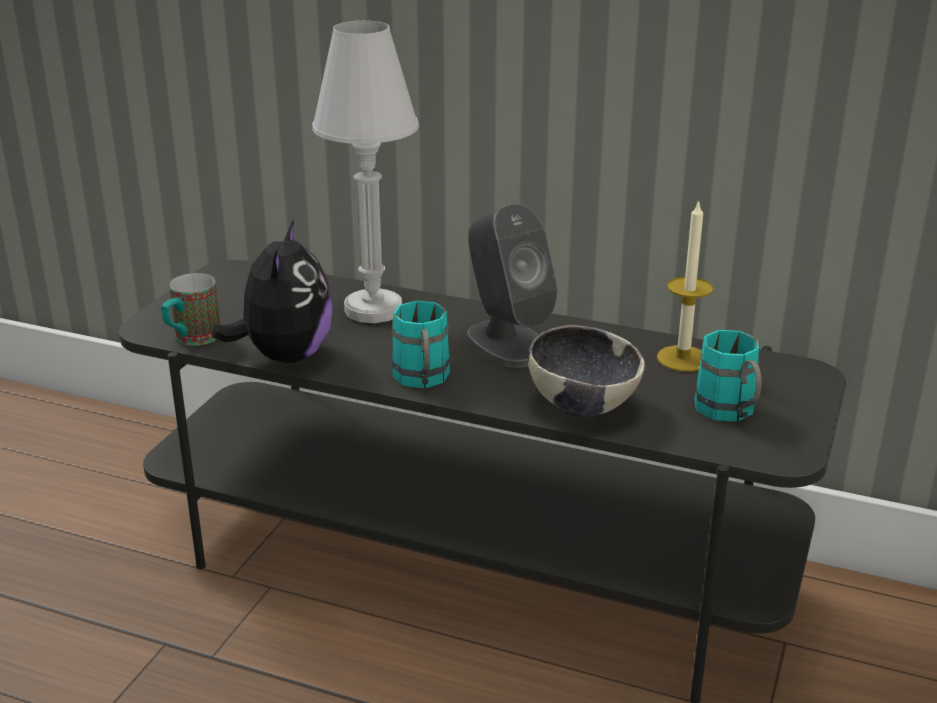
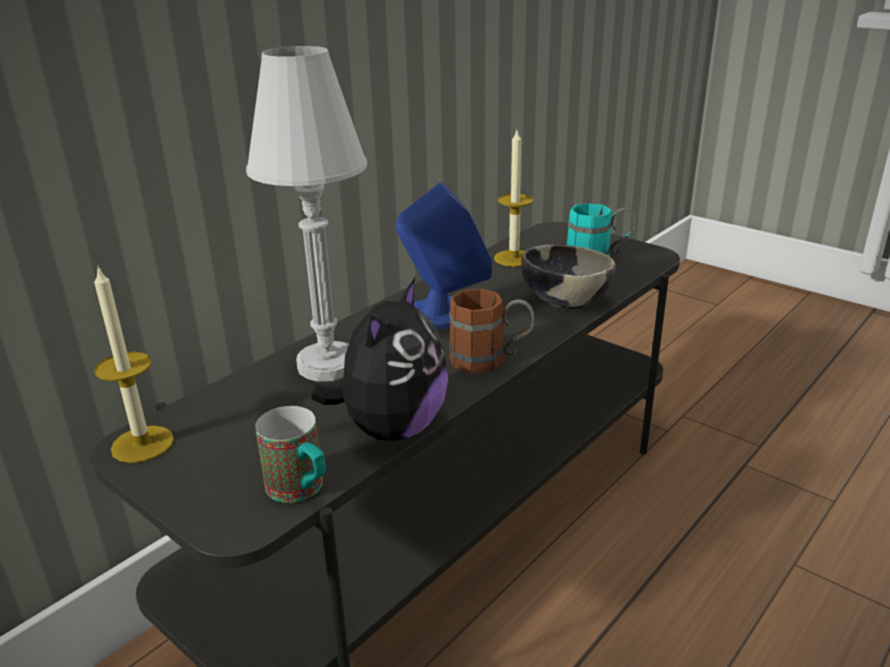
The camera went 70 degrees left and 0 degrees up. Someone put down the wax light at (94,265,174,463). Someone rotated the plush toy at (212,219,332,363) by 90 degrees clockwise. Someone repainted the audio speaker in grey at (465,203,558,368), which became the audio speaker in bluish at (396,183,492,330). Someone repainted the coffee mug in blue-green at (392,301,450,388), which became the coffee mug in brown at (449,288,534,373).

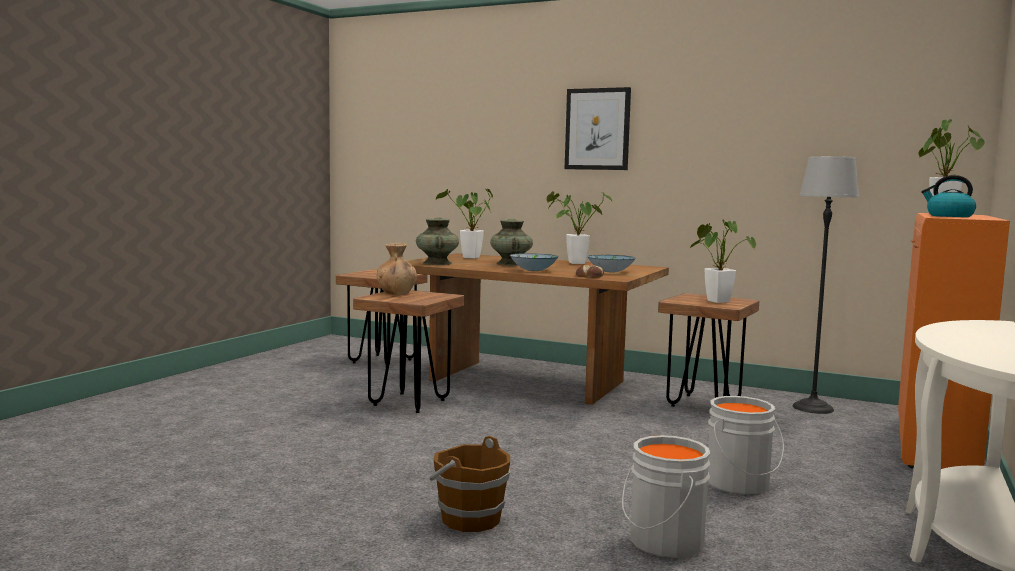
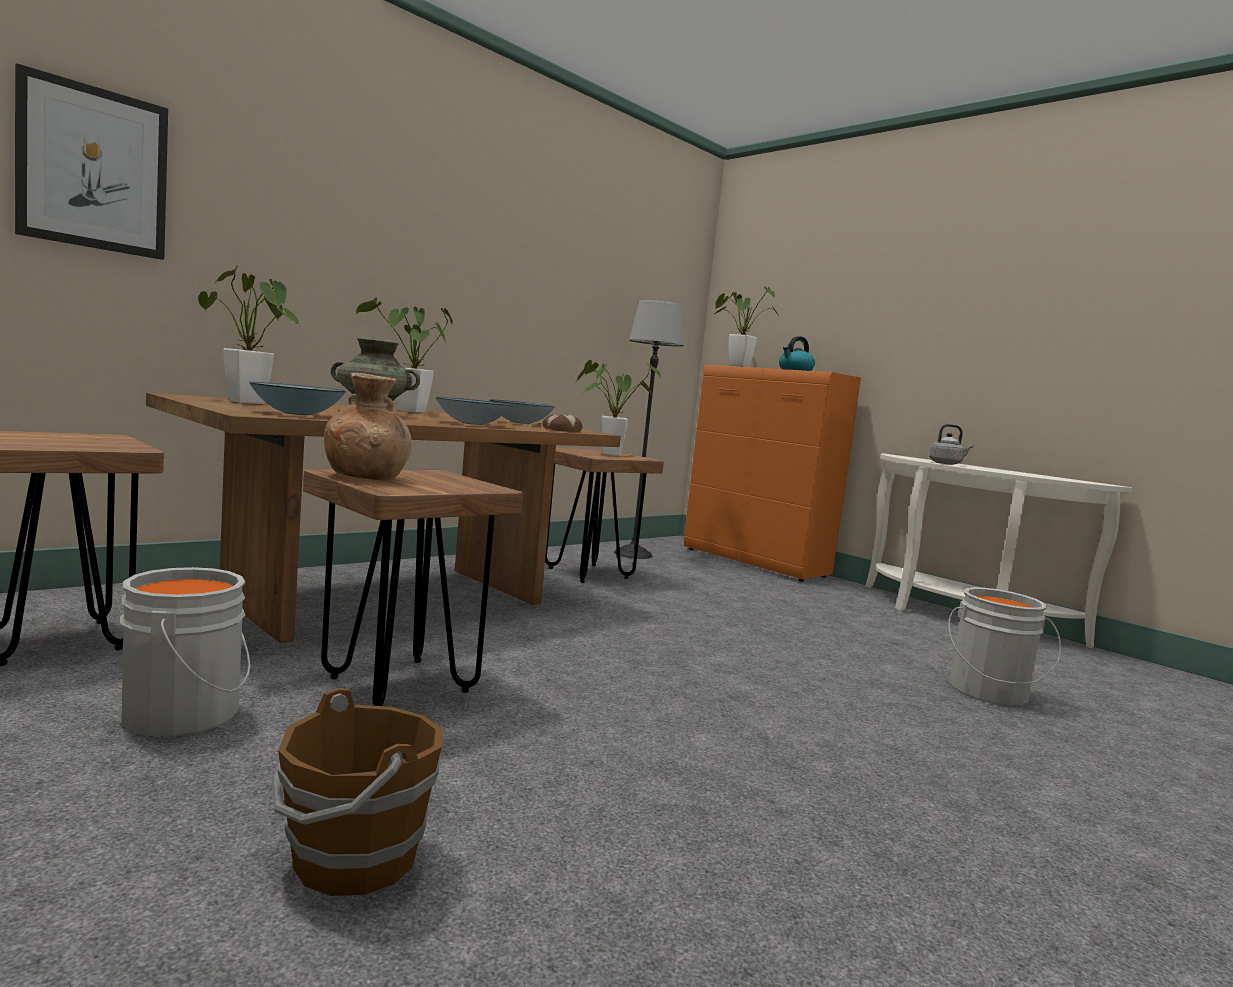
The camera went 70 degrees left and 0 degrees up. Someone carried the wall picture from (565,87,631,170) to (15,63,168,260). Someone carried the bucket in grey from (708,396,784,494) to (120,567,251,736). Someone swapped the flower vase in blue-green at (416,217,459,265) for the deep dish at (249,382,346,415). Someone carried the bucket in brown from (429,436,510,532) to (272,688,443,896). Someone put down the water kettle in grey at (929,424,974,465).

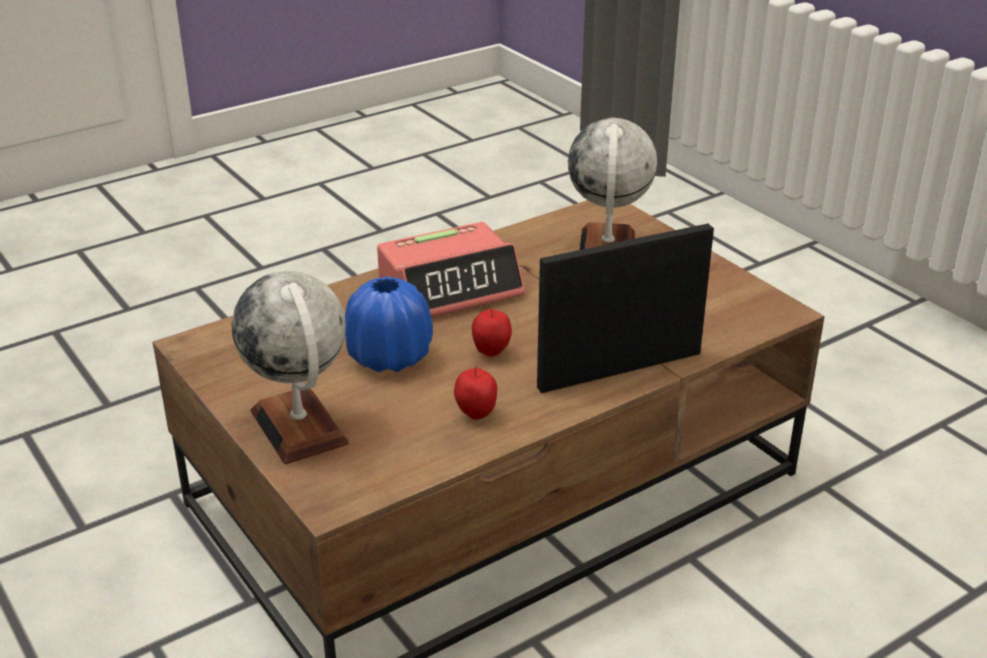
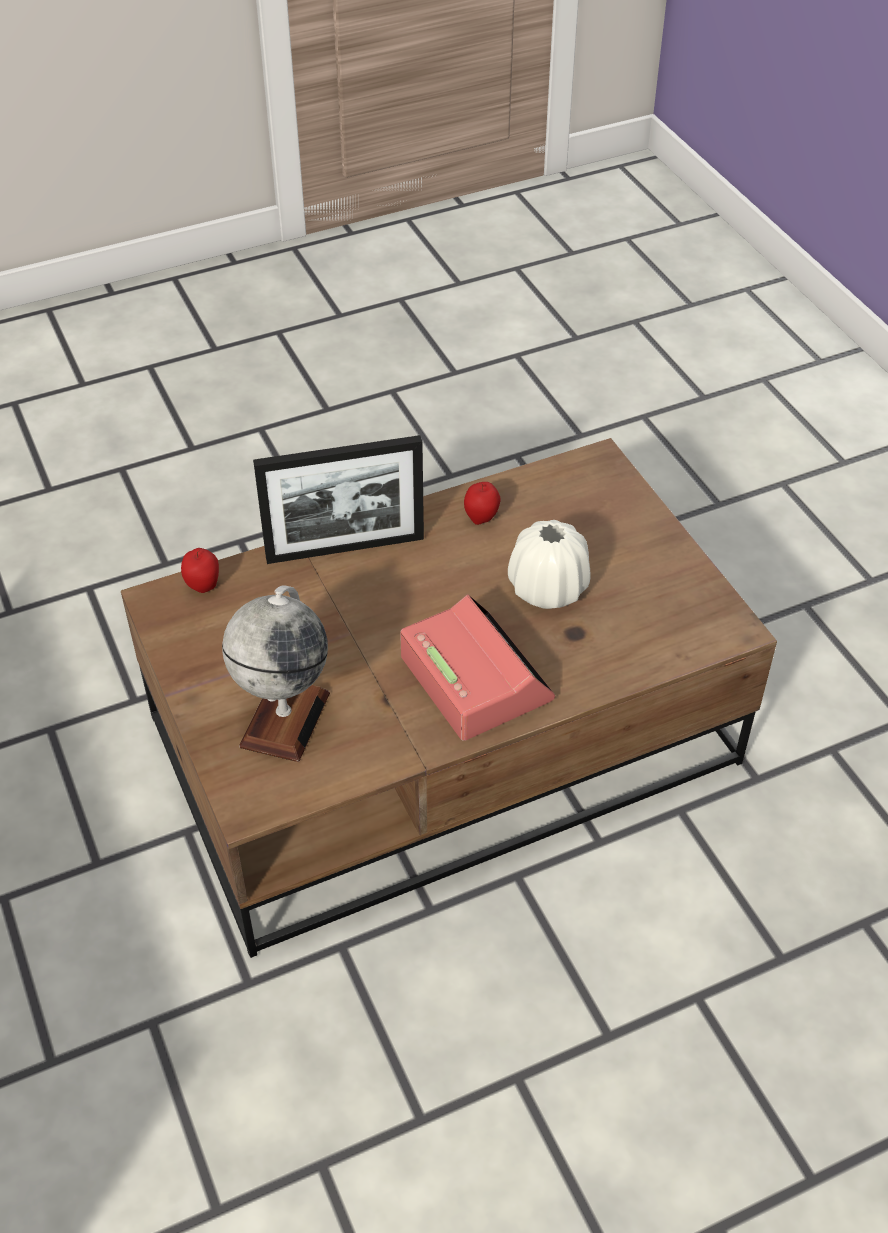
The camera went 170 degrees left and 15 degrees up. Someone carried the whole apple from (472,306,512,357) to (181,548,219,593). Someone rotated the alarm clock at (377,222,525,317) by 75 degrees clockwise. Someone repainted the flower vase in bluish at (345,277,433,372), which became the flower vase in white-coloured at (508,520,591,609). Someone took away the world globe at (232,271,349,464).

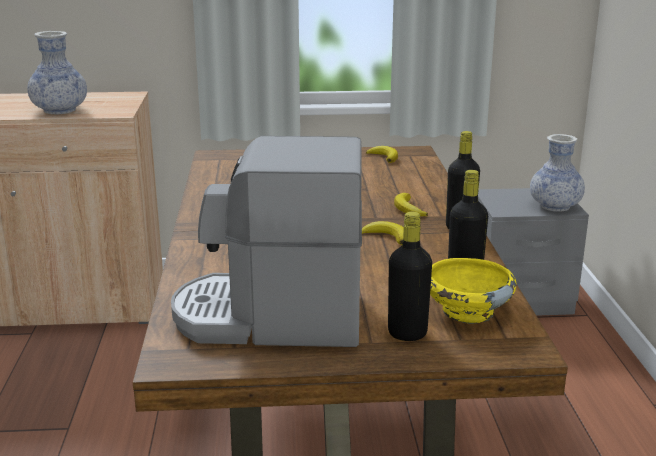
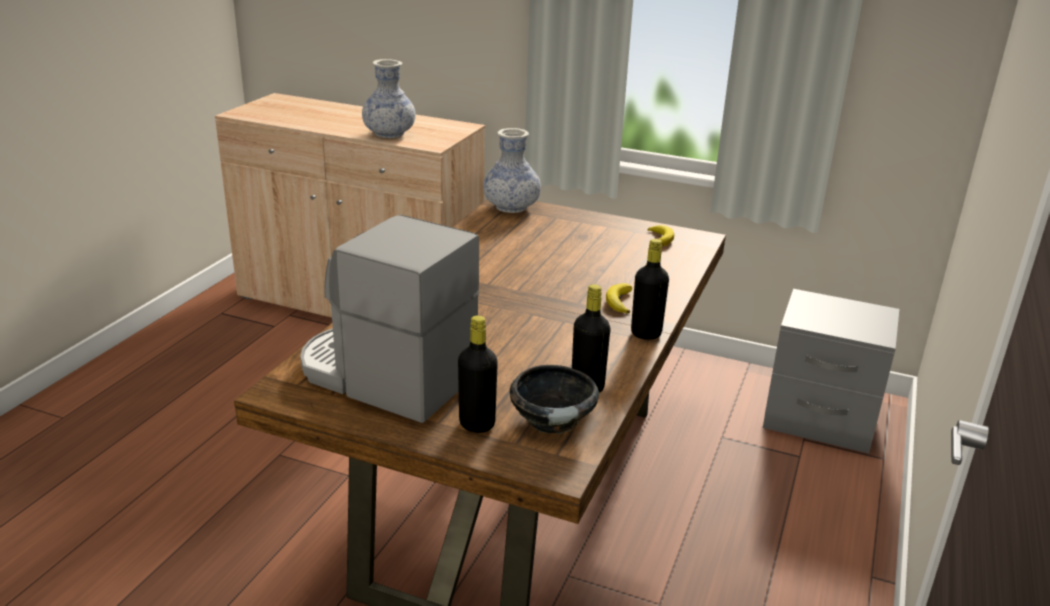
The camera went 25 degrees right and 5 degrees up. Someone carried the flower vase from (530,134,585,212) to (483,128,541,213). Someone repainted the deep dish in yellowish at (430,258,517,324), which became the deep dish in blackish at (510,365,599,434). Someone took away the banana fruit at (362,221,404,245).

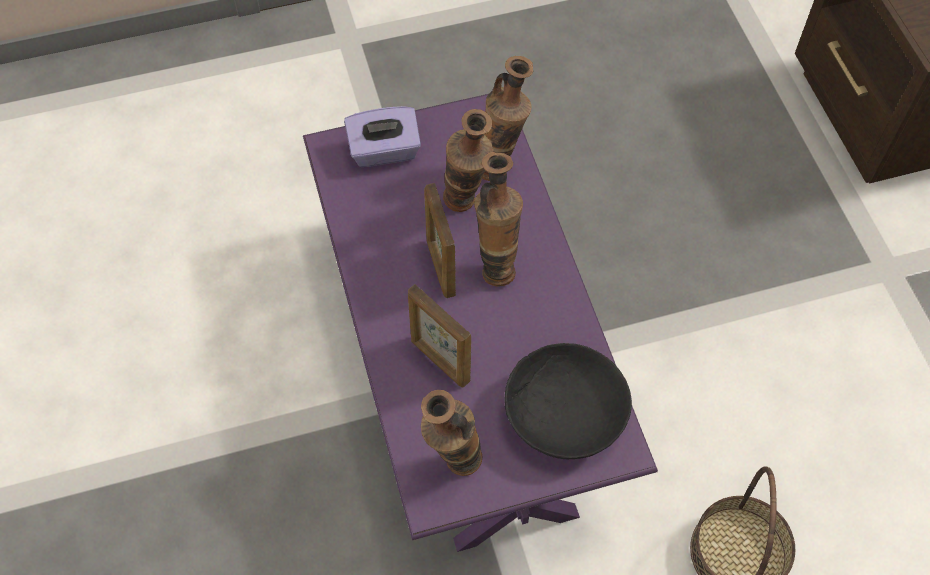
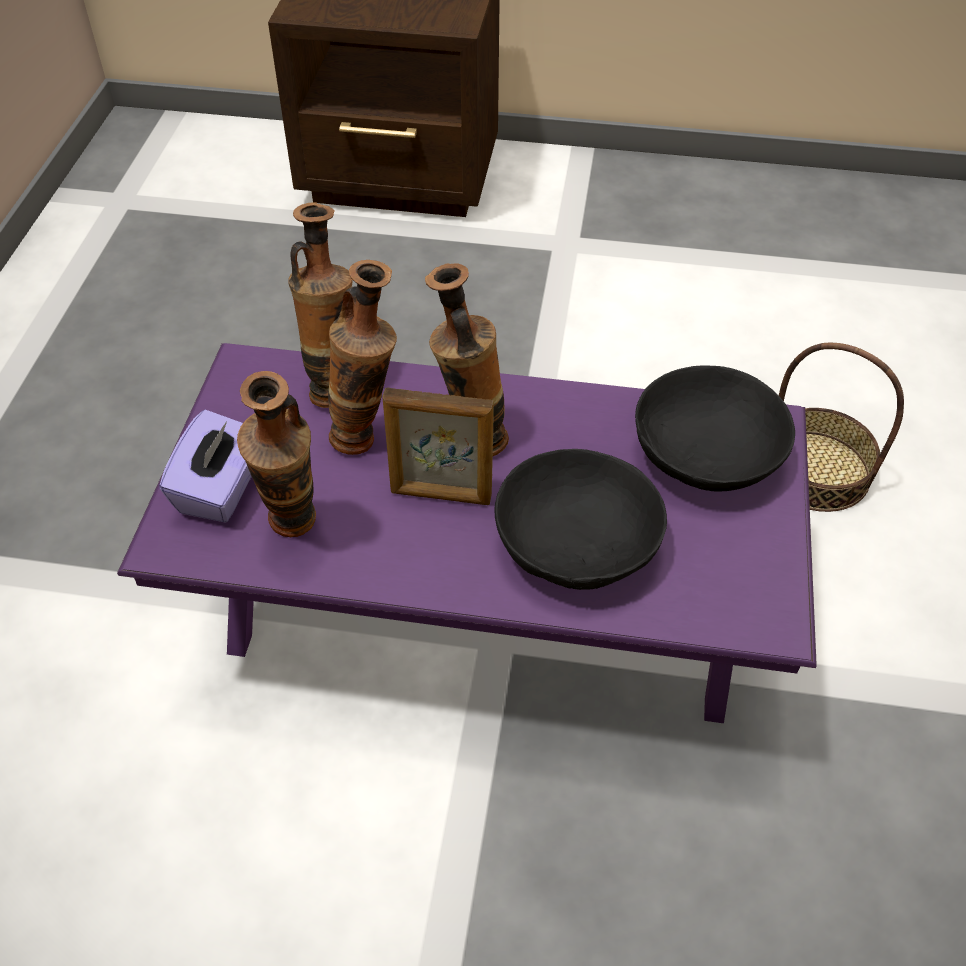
The camera went 65 degrees left and 10 degrees down. Someone carried the flower vase from (421,390,482,476) to (237,371,316,537). Someone swapped the picture frame at (408,284,471,388) for the deep dish in blackish at (494,449,667,590).

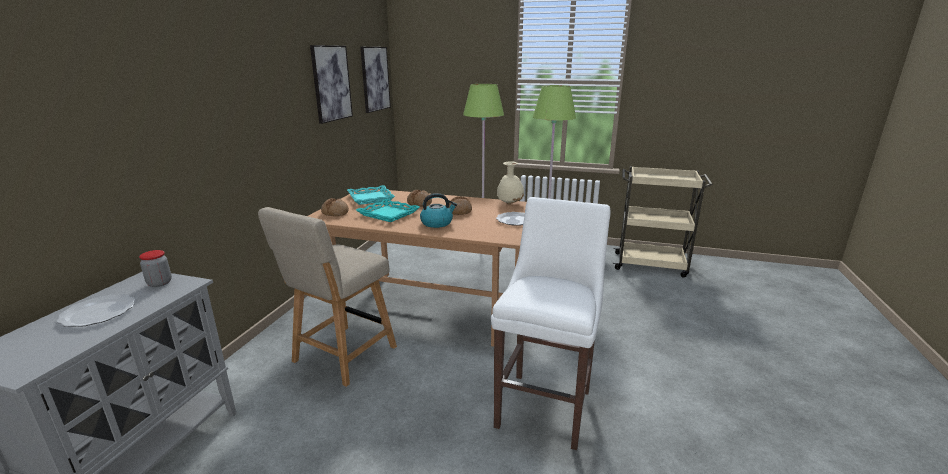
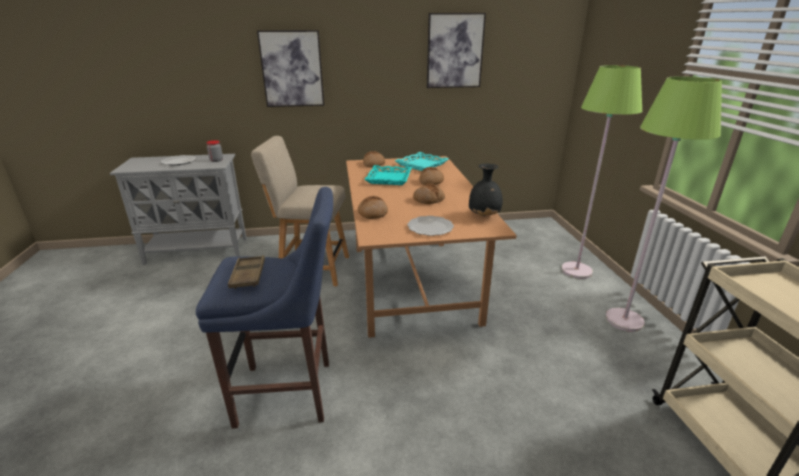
The camera went 65 degrees right and 5 degrees up. Someone repainted the sitting stool in white-coloured at (491,197,610,450), which became the sitting stool in bluish at (196,187,333,429). Someone put down the tray in brown at (228,255,265,289). Someone carried the wall picture from (360,47,391,113) to (257,30,324,107). Someone put down the bread at (358,196,388,219). Someone repainted the flower vase in sand-coloured at (497,161,524,204), which became the flower vase in blackish at (469,164,503,216). Someone took away the water kettle at (420,193,457,228).

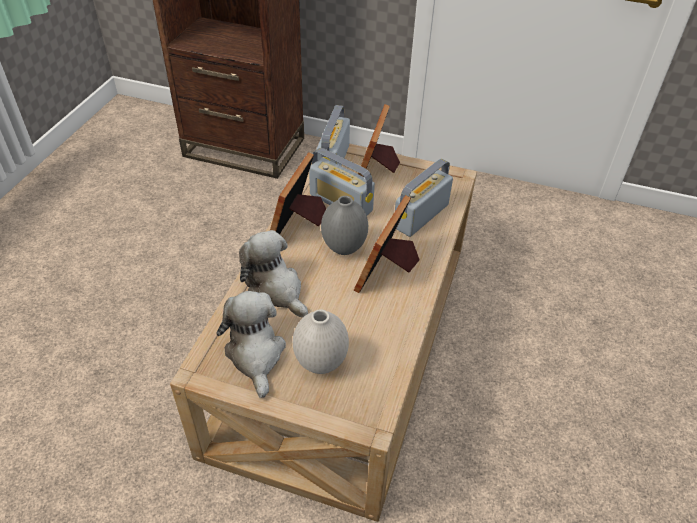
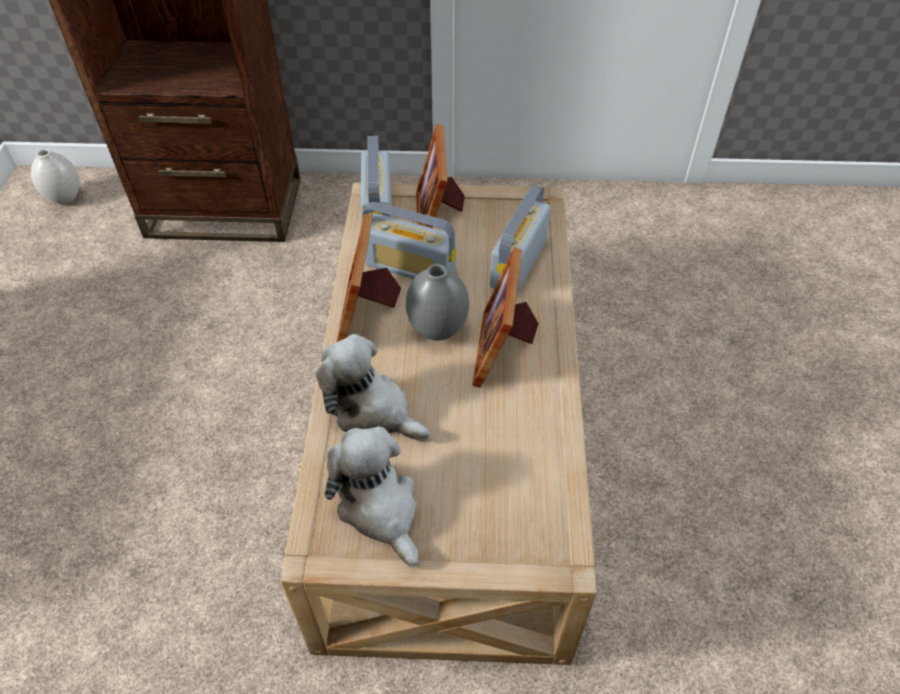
The camera went 15 degrees left and 5 degrees up. Someone carried the flower vase in white-coloured from (293,309,349,374) to (31,149,80,204).

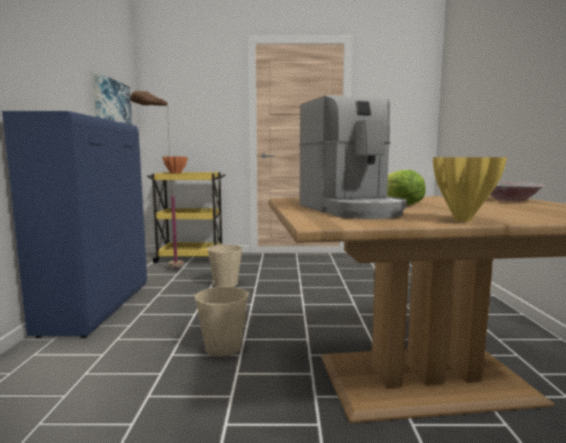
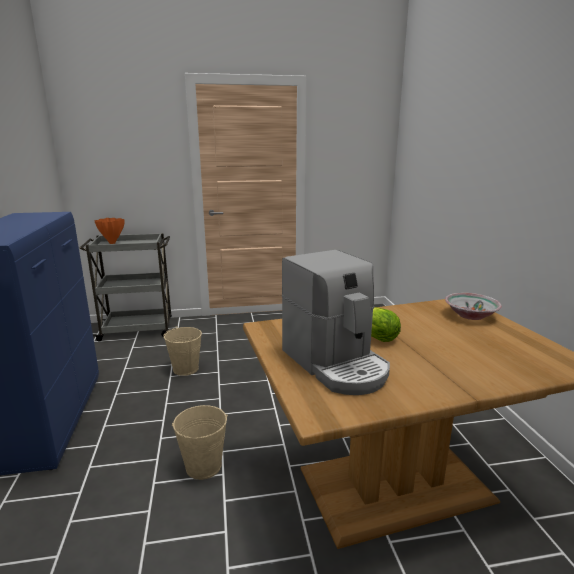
The camera went 10 degrees left and 10 degrees up. Someone repainted the trolley in yellowish at (147,172,226,264), which became the trolley in grey at (79,233,172,341). Someone took away the wall picture at (93,72,132,125). Someone took away the floor lamp in brown at (130,91,184,270). Someone took away the flower vase in yellowish at (433,157,507,222).

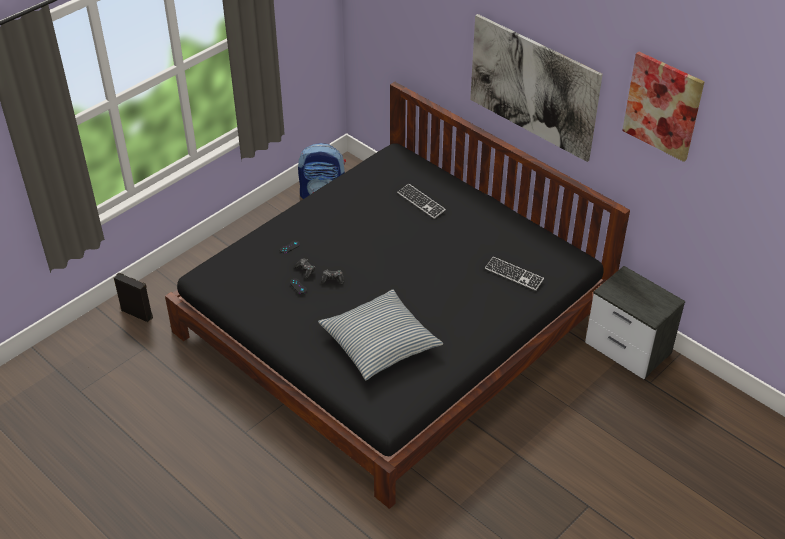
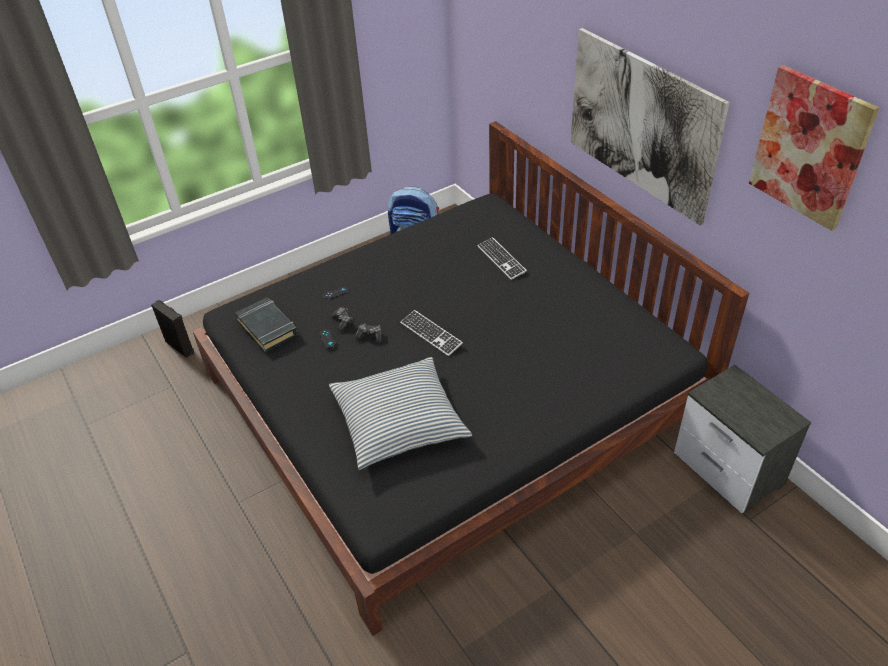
The camera went 15 degrees right and 0 degrees up. Someone put down the book in blackish at (235,297,298,352). Someone carried the PC keyboard from (485,257,544,291) to (400,310,463,356).

